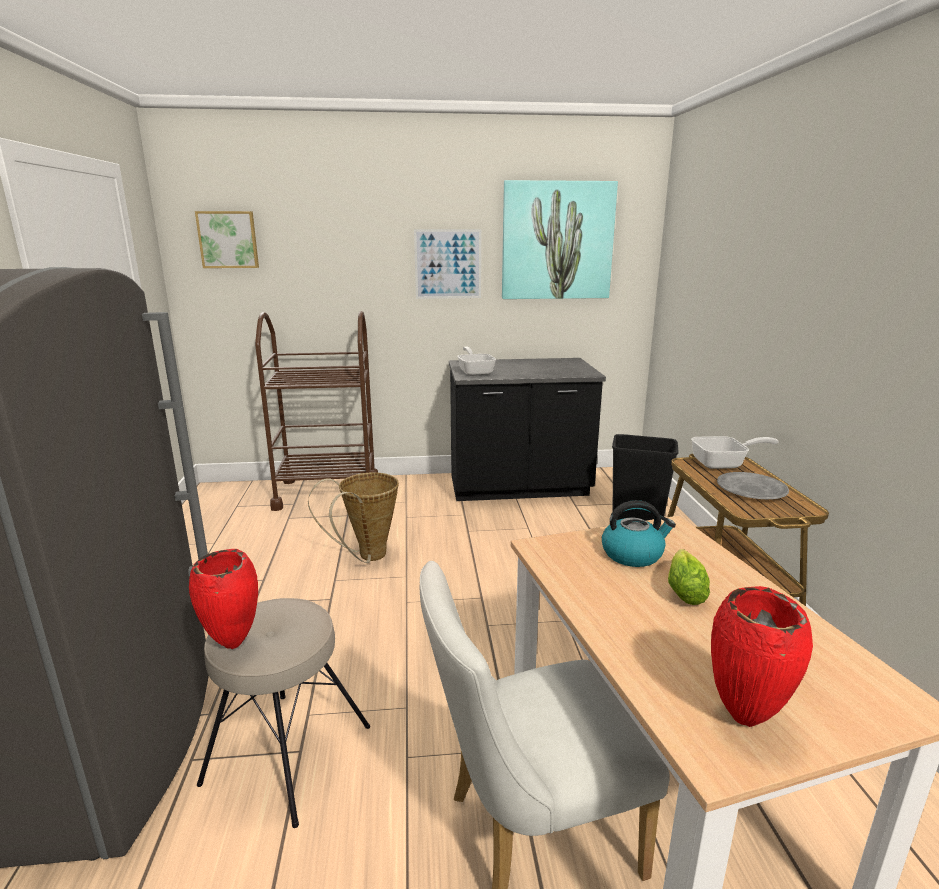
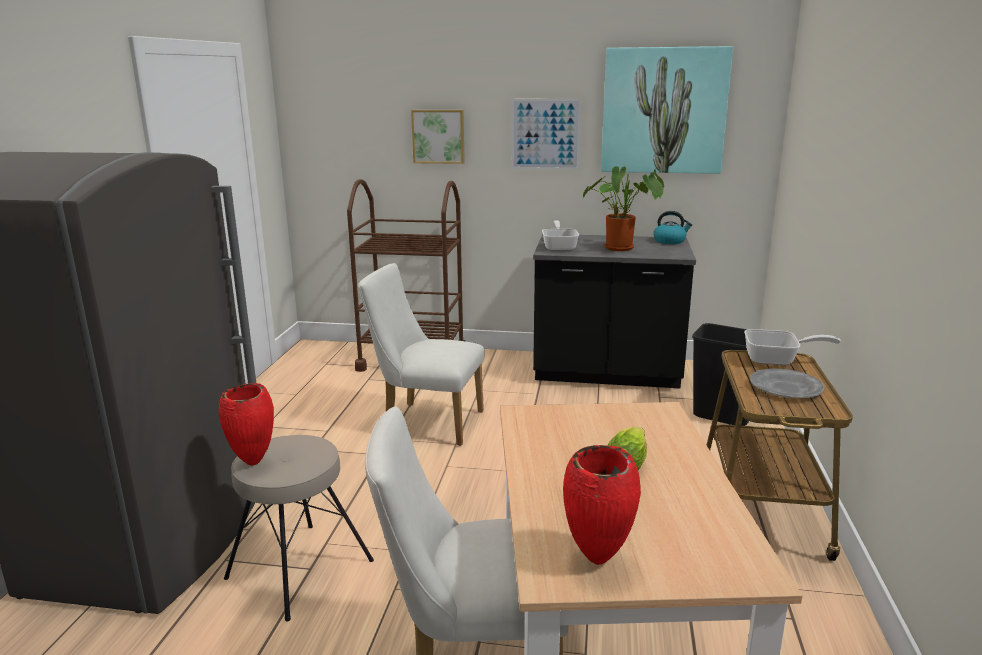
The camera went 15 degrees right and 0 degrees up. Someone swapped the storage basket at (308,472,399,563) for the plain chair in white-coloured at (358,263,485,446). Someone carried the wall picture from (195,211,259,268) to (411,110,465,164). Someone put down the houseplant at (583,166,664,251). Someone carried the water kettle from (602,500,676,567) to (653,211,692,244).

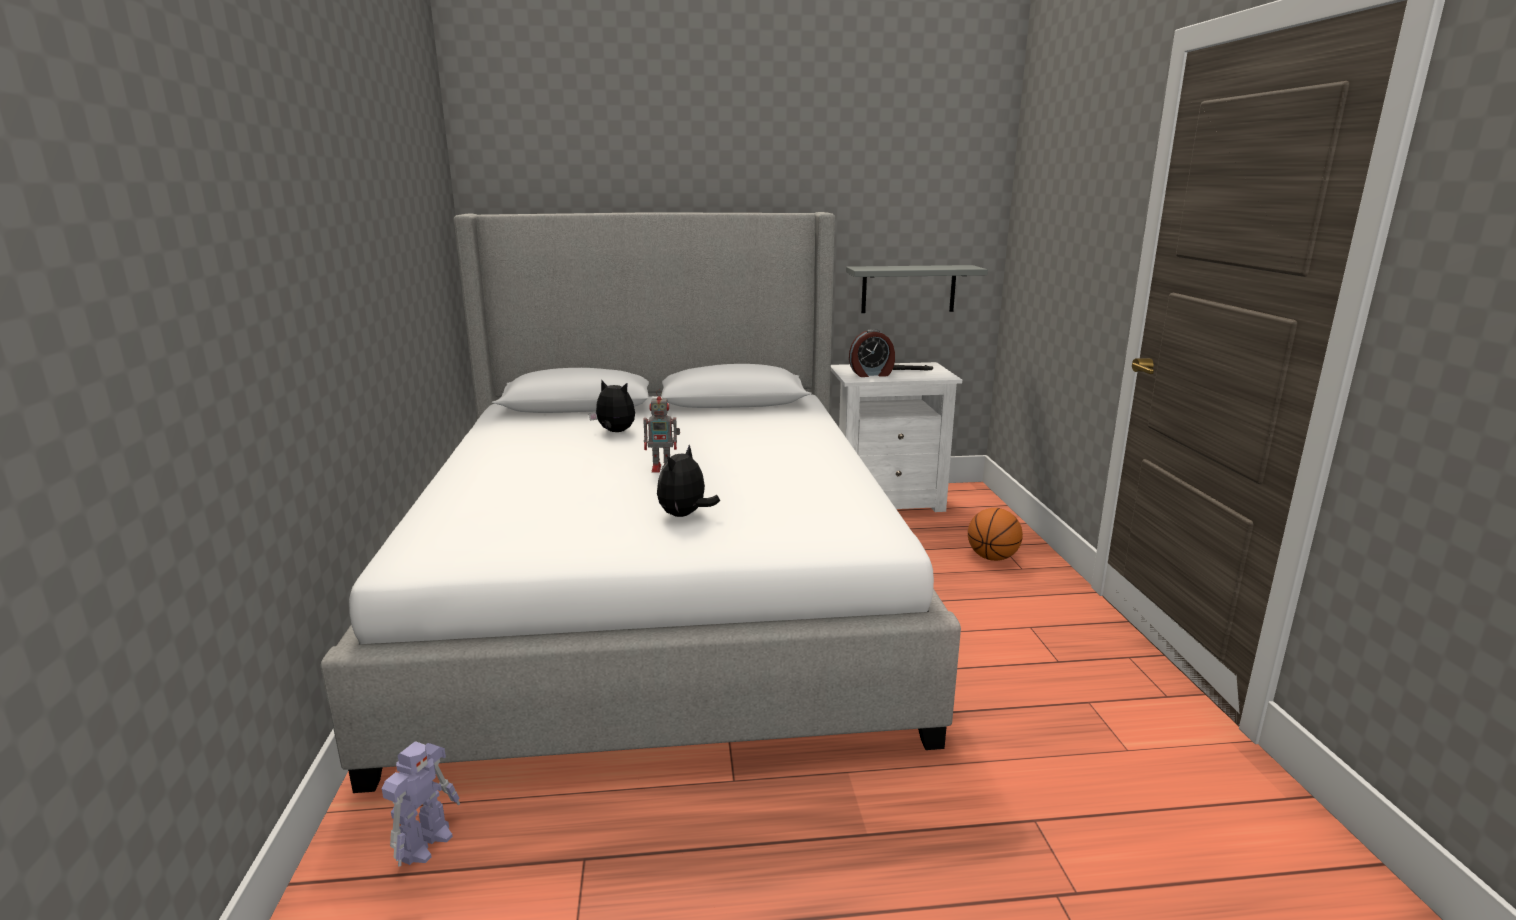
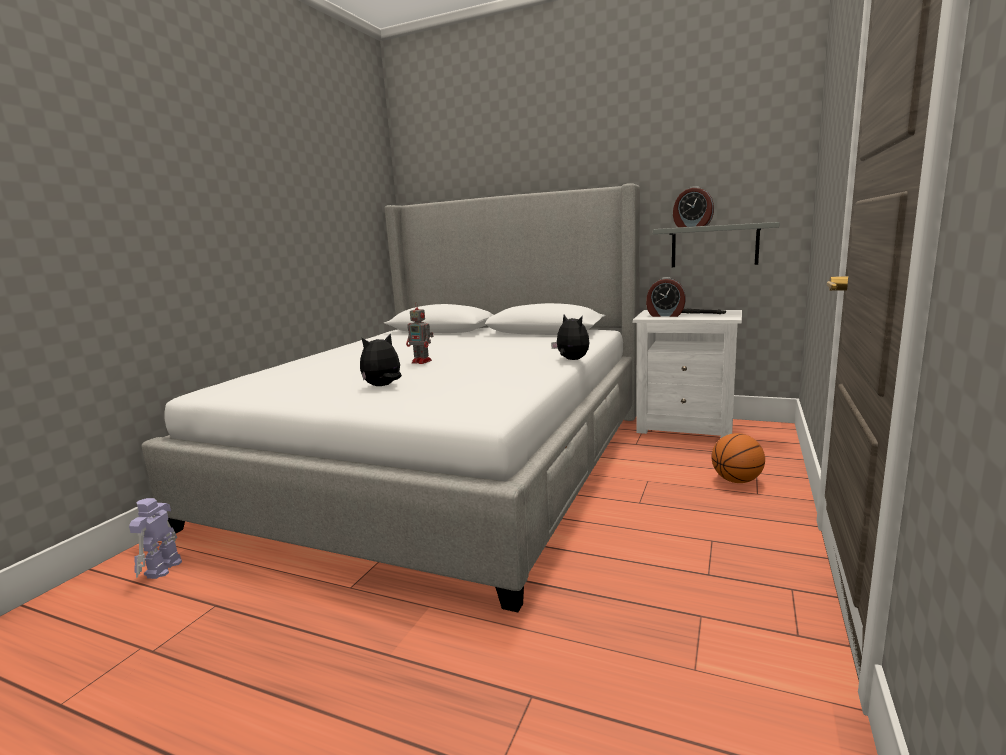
The camera went 30 degrees right and 5 degrees down. Someone rotated the toy robot at (382,741,460,867) by 135 degrees clockwise. Someone carried the plush toy from (589,380,635,432) to (551,315,590,360). Someone put down the alarm clock at (673,186,714,227).

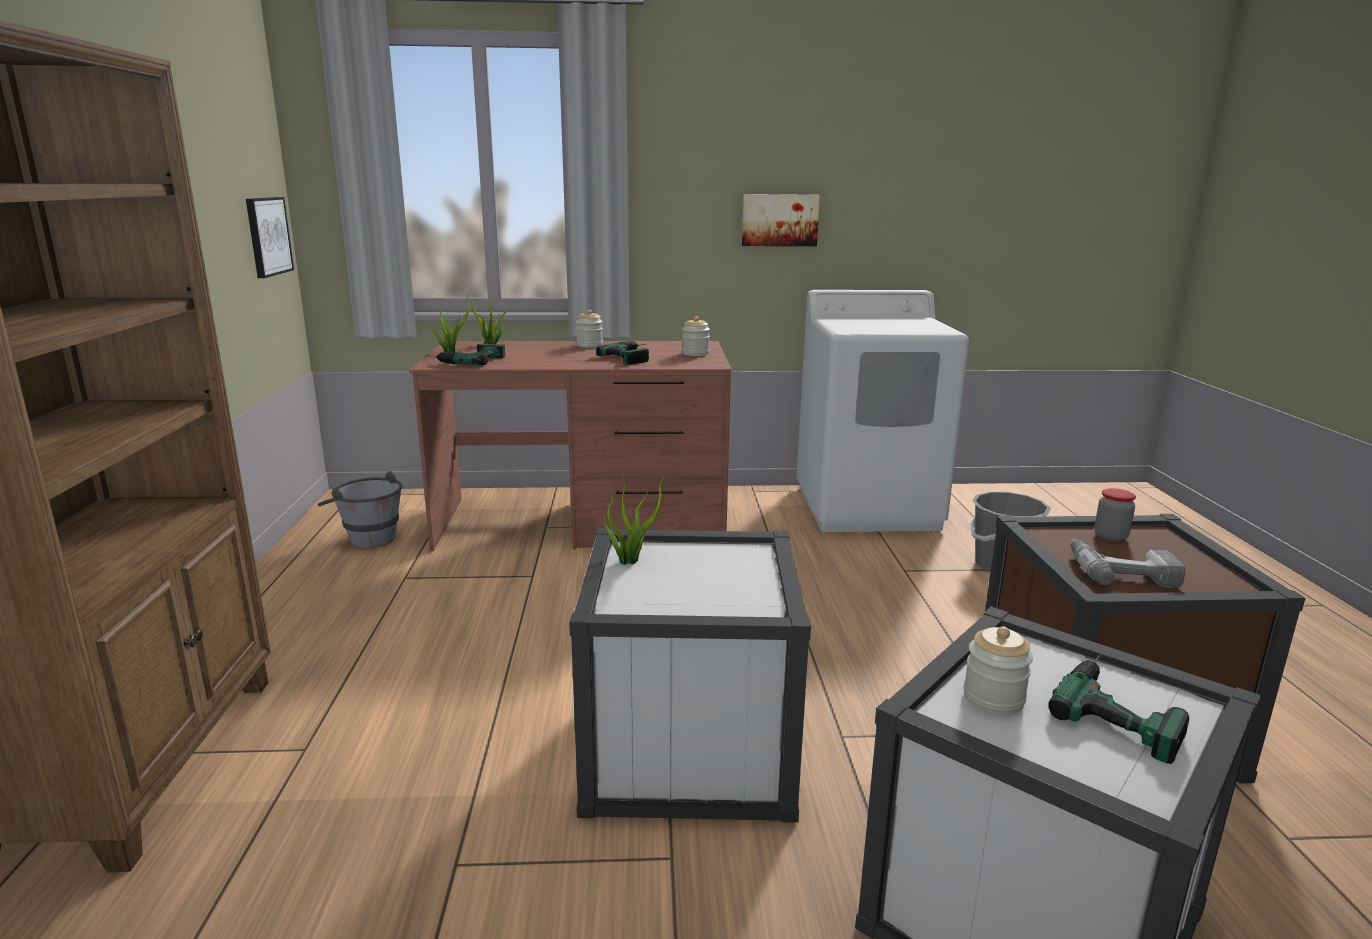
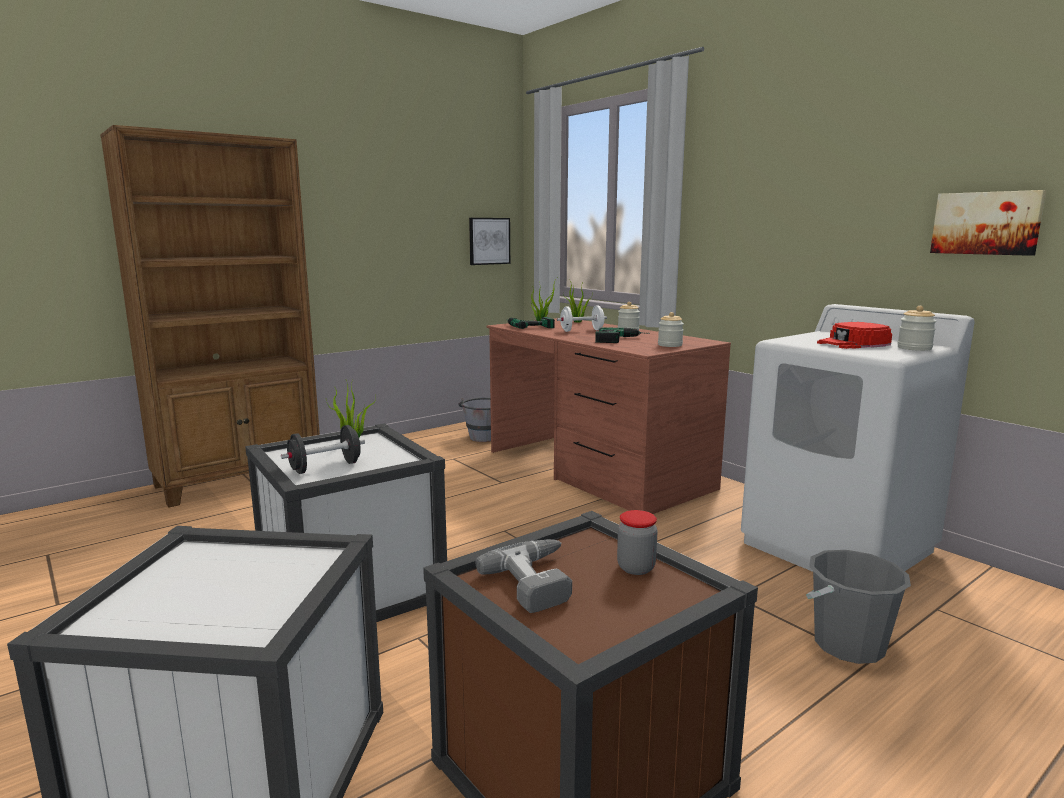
The camera went 55 degrees right and 5 degrees down. Someone put down the dumbbell in blackish at (281,425,365,474). Someone put down the dumbbell in white-coloured at (557,306,607,332). Someone put down the peaked cap in red-coloured at (817,322,892,349). Someone carried the storage jar from (963,626,1033,715) to (897,306,937,351). Someone carried the wall picture from (742,194,820,246) to (930,190,1046,256). Someone took away the power drill at (1048,655,1189,764).

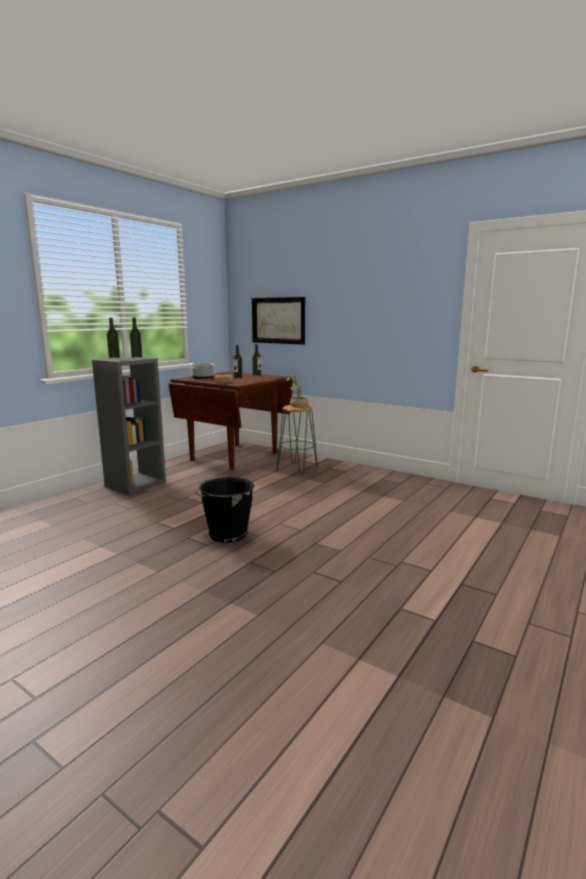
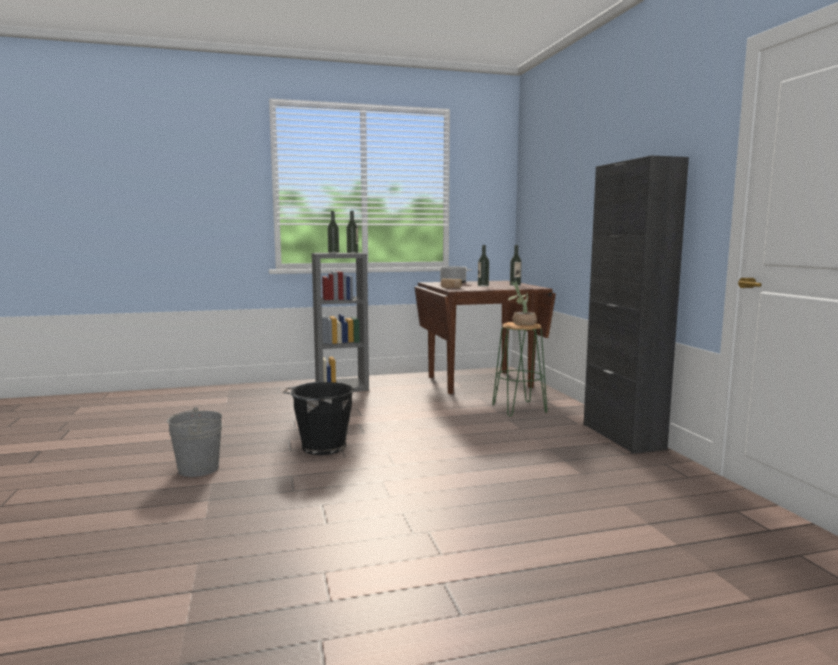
The camera went 40 degrees right and 5 degrees down. Someone put down the bucket in grey at (167,407,222,477). Someone put down the cabinet in blackish at (584,156,689,454). Someone took away the wall picture at (252,297,305,345).

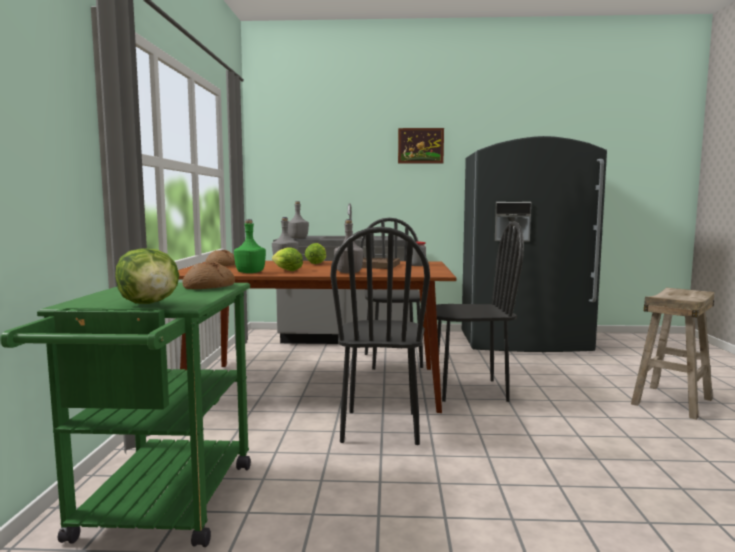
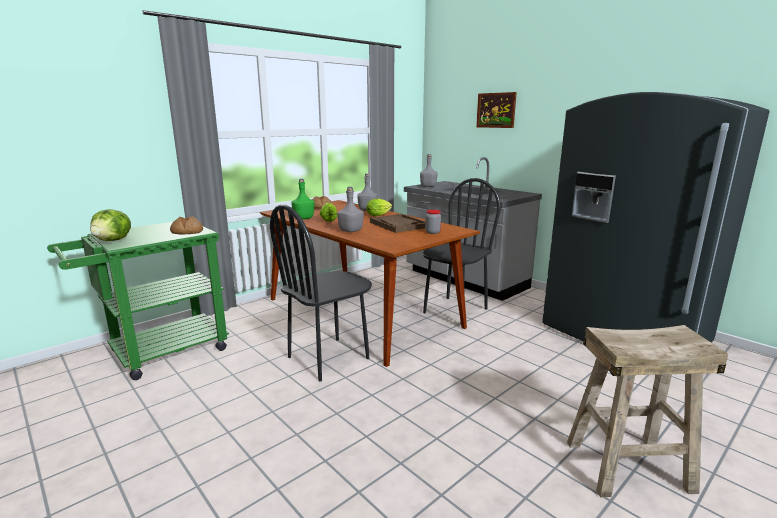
The camera went 45 degrees right and 10 degrees up. Someone carried the wall picture from (398,128,444,164) to (476,92,517,128). Someone took away the plain chair in blackish at (425,221,524,402).

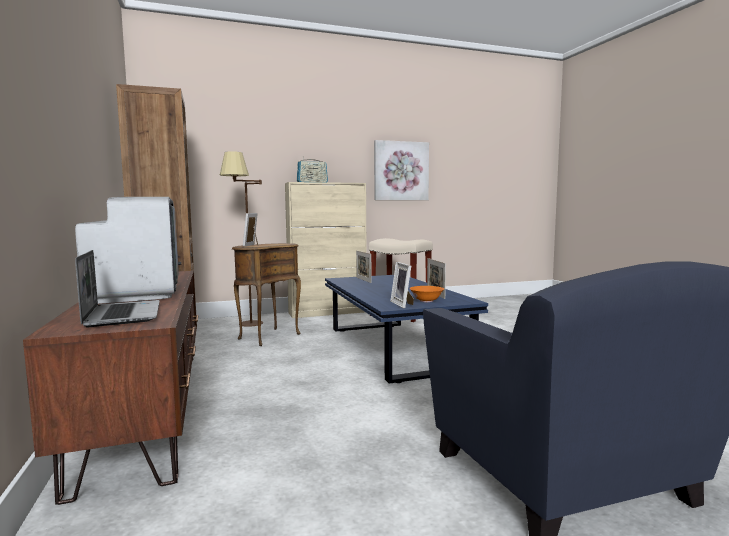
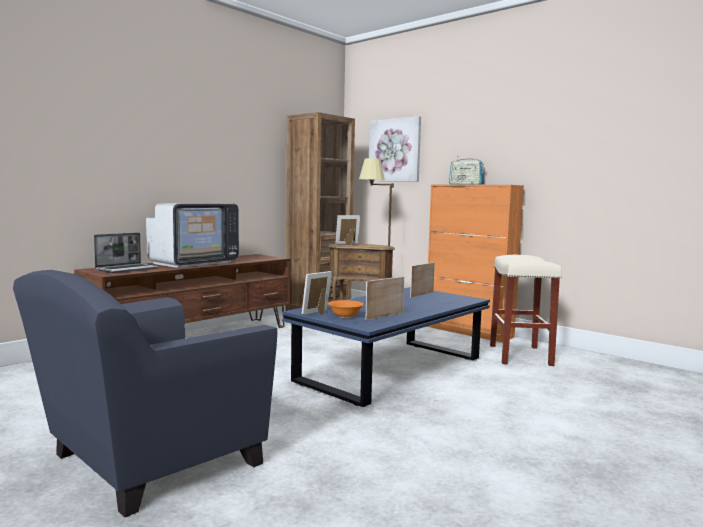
The camera went 60 degrees right and 0 degrees up. Someone carried the wall picture from (374,140,429,200) to (368,116,421,182). Someone repainted the cabinet in sand-coloured at (285,182,367,318), which became the cabinet in orange at (427,184,524,343).

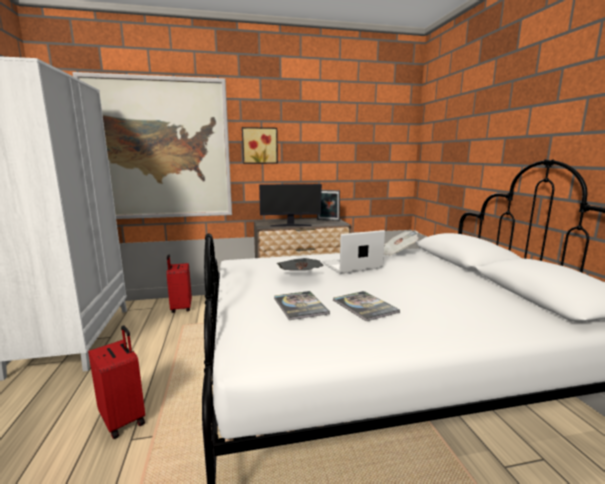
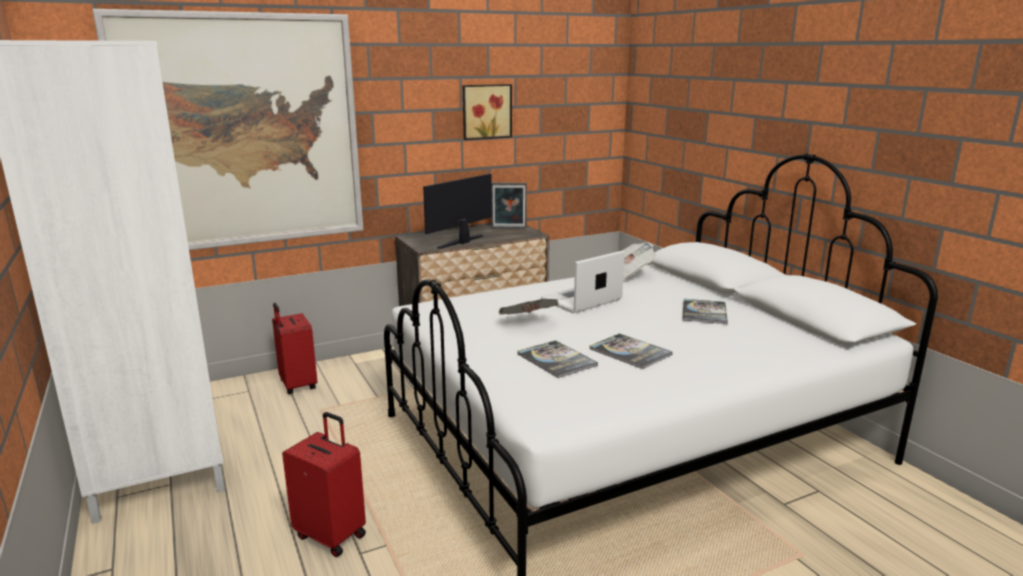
The camera went 15 degrees left and 5 degrees up. Someone rotated the computer screen at (259,184,322,227) by 150 degrees clockwise. Someone carried the wall picture from (242,127,278,164) to (463,84,512,140). Someone put down the book at (682,299,728,324).

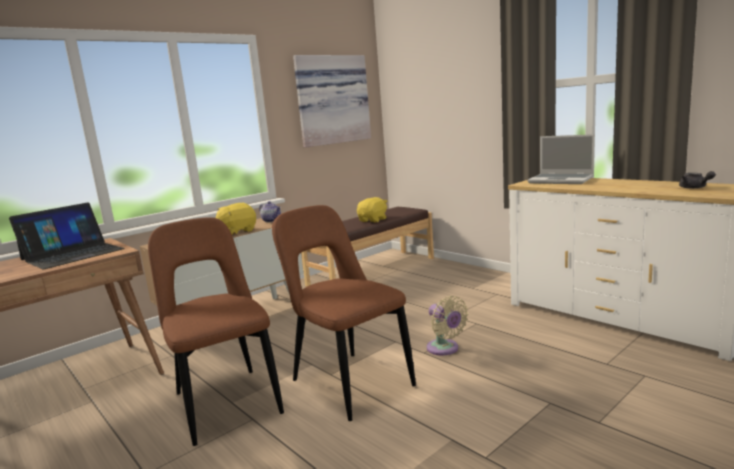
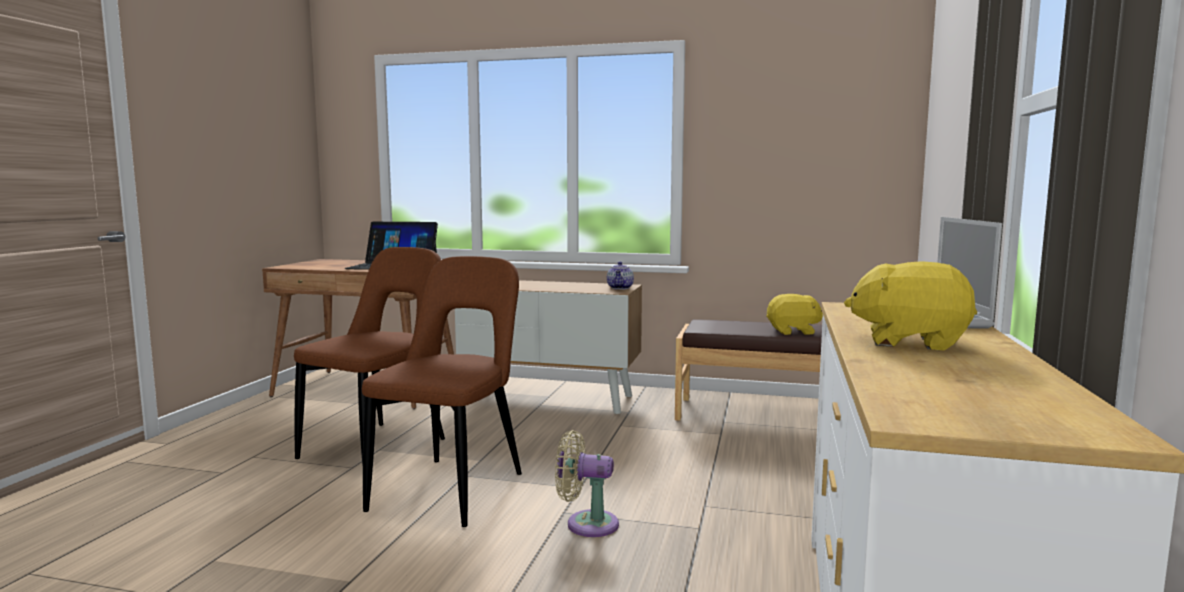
The camera went 55 degrees right and 5 degrees down. Someone rotated the cooling fan in sand-coloured at (426,296,468,355) by 75 degrees clockwise. Someone carried the plush toy in yellowish from (216,203,256,235) to (844,261,977,351). Someone took away the wall picture at (293,55,371,148). Someone took away the teapot in grey at (679,171,716,189).

